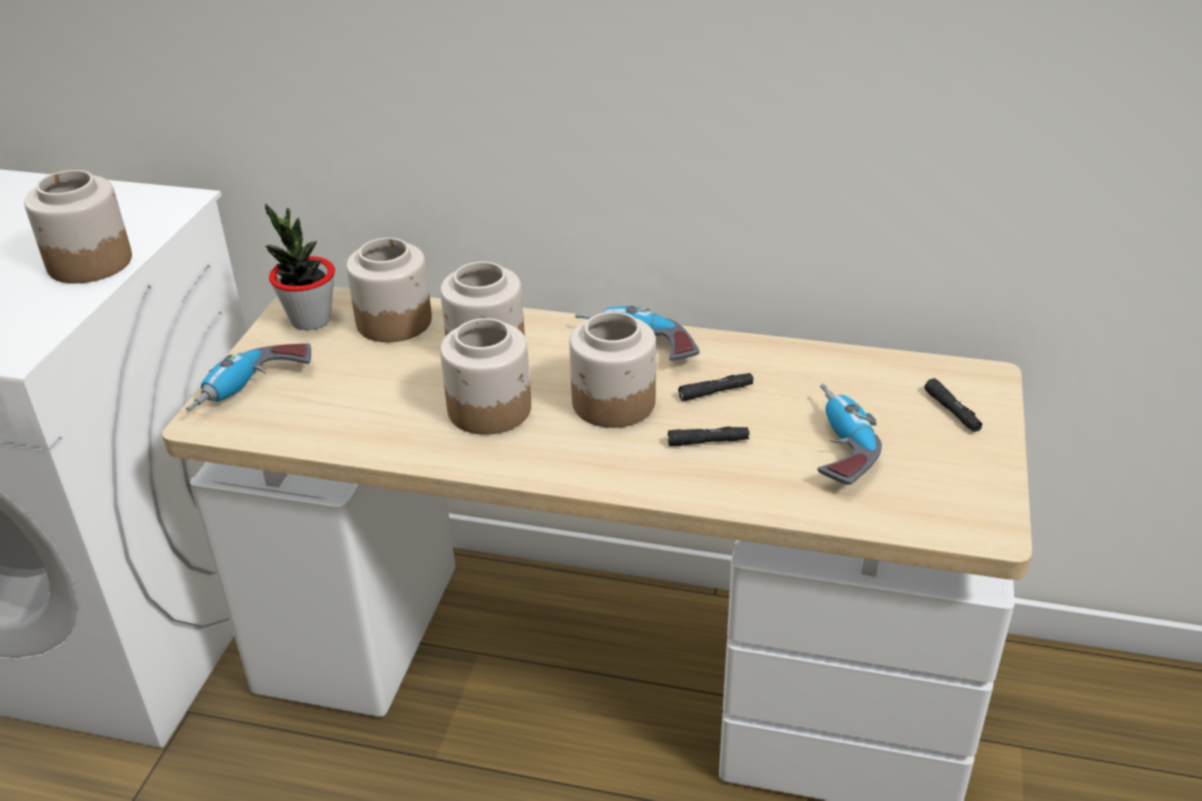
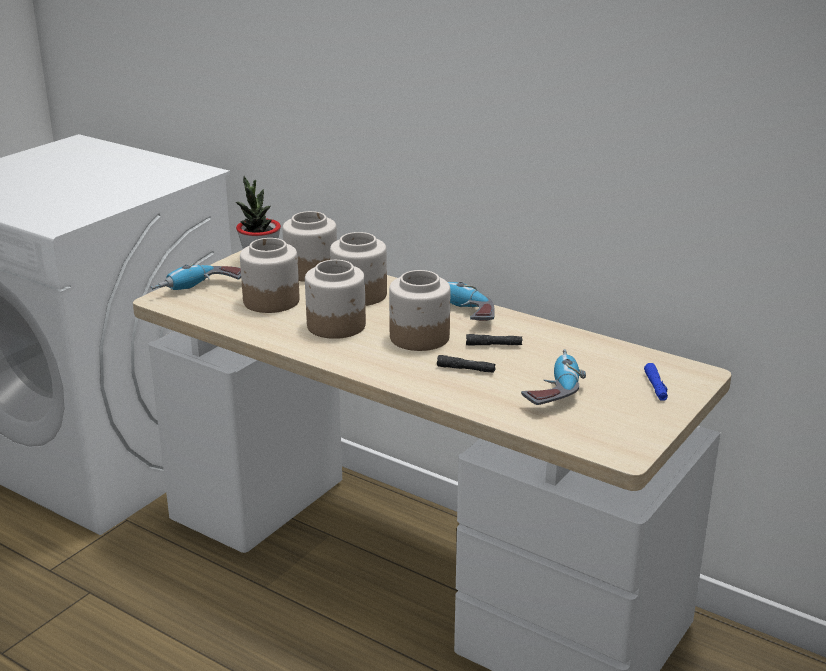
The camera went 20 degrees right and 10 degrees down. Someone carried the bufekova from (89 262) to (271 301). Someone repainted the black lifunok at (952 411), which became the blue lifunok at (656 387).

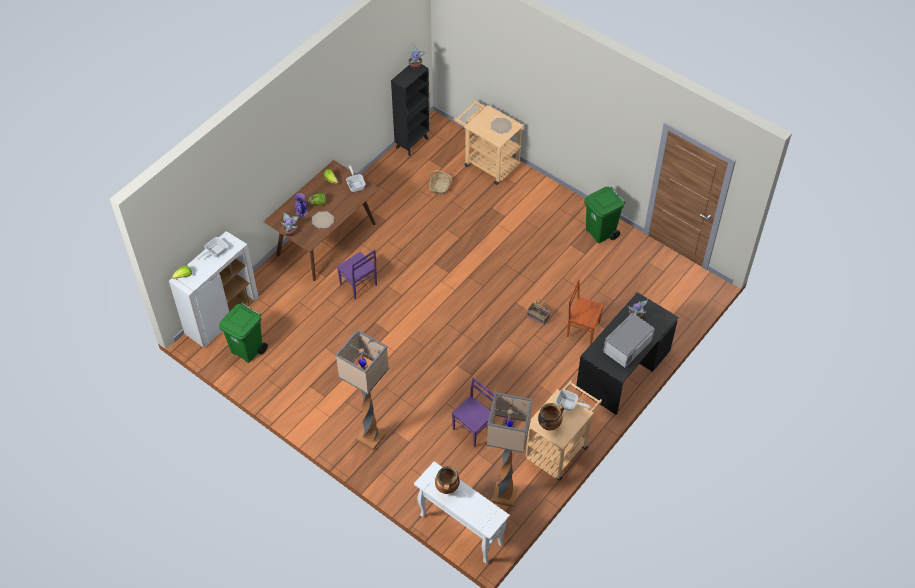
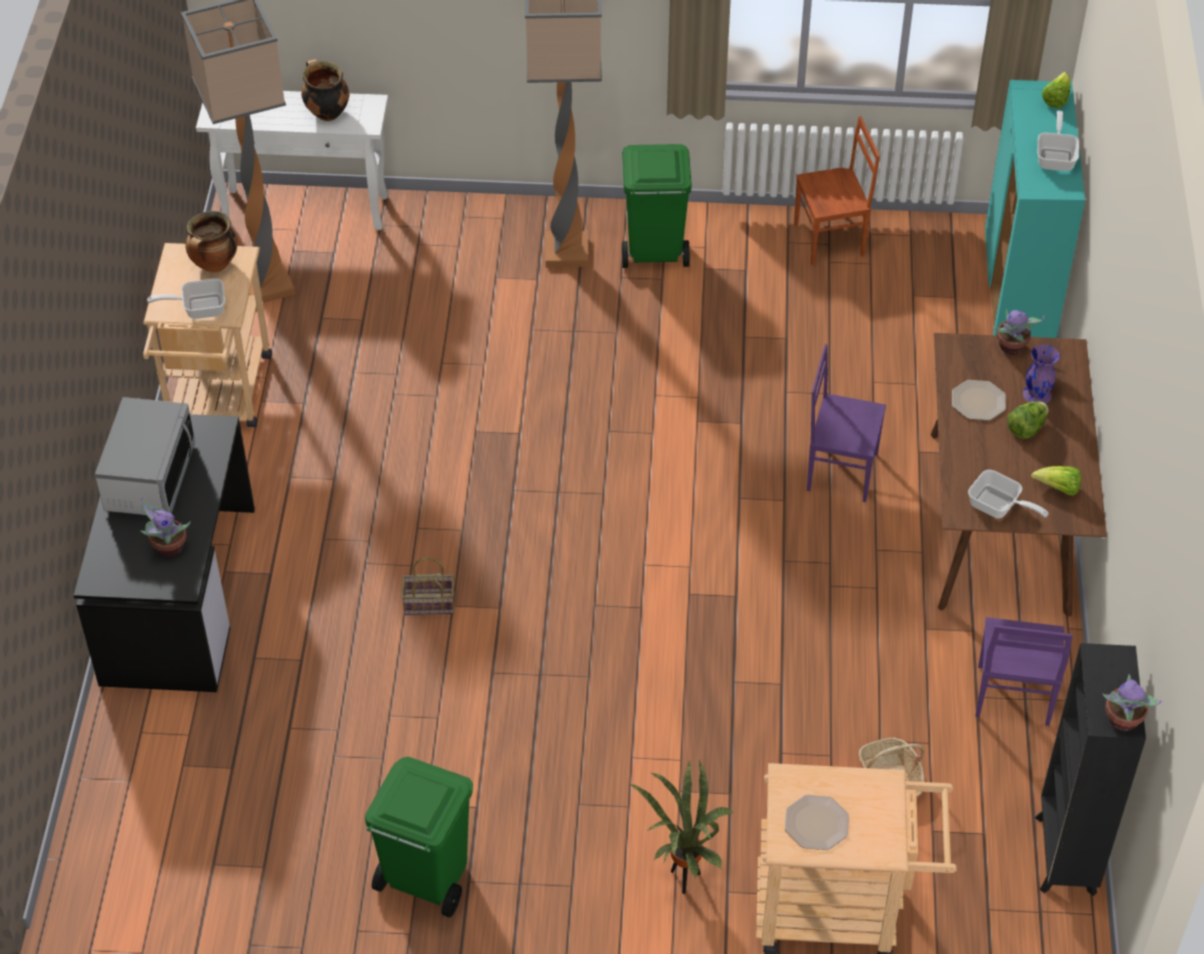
The camera went 145 degrees right and 5 degrees down. Someone carried the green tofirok from (247 350) to (653 252). Someone put down the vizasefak at (683 880). Someone carried the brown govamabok from (583 328) to (830 240). Someone carried the purple govamabok from (473 429) to (1011 696). Someone repainted the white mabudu at (222 316), which became the turquoise mabudu at (1019 291).

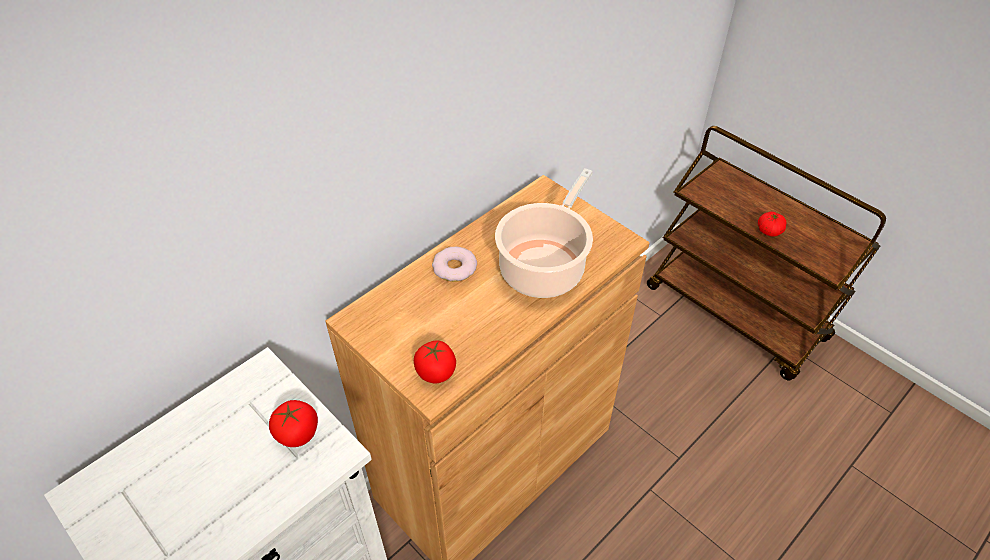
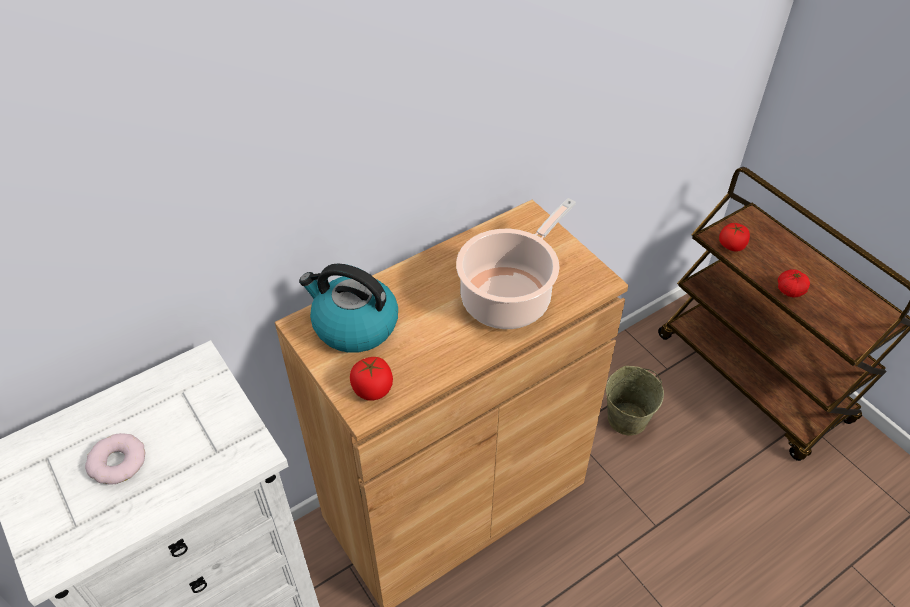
The camera went 10 degrees right and 0 degrees up. Someone carried the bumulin from (454 268) to (117 463). Someone put down the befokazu at (354 325). Someone put down the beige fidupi at (627 418). Someone carried the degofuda from (297 433) to (731 245).

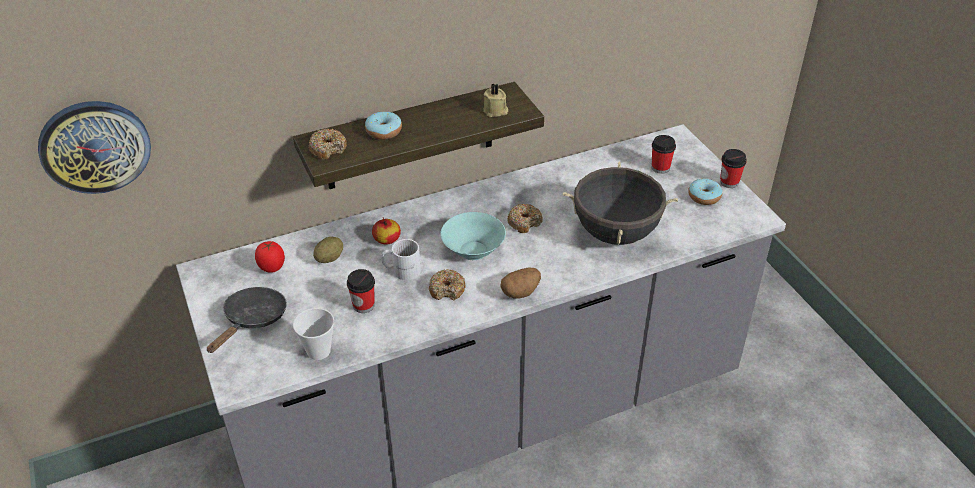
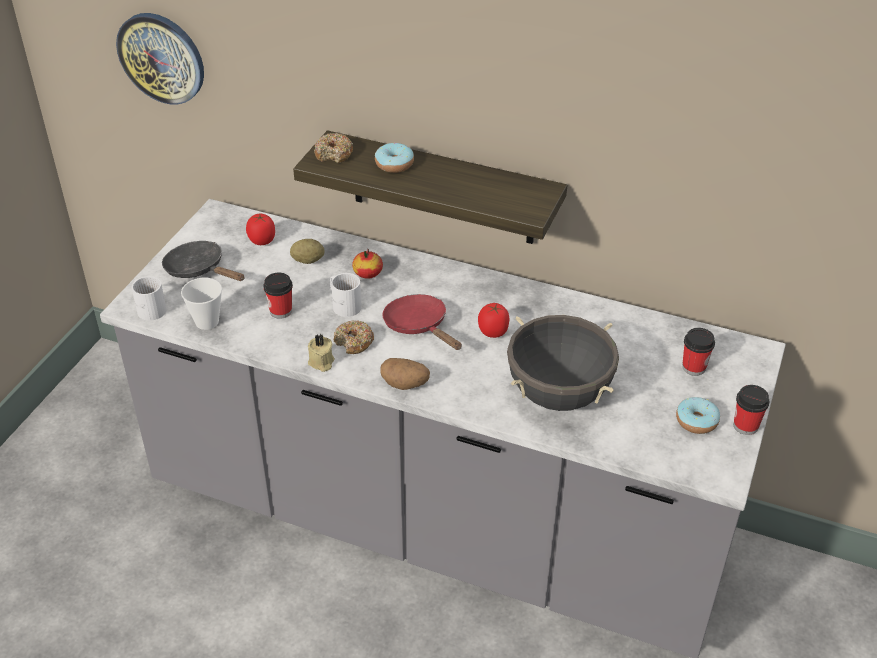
The camera went 45 degrees right and 0 degrees up. Someone put down the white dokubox at (150 307). Someone rotated the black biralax at (252 320) by 120 degrees counterclockwise. Someone carried the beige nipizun from (495 111) to (321 363). Someone swapped the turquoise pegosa at (473 250) for the red biralax at (419 326). Someone swapped the bumulin at (524 222) for the degofuda at (493 332).

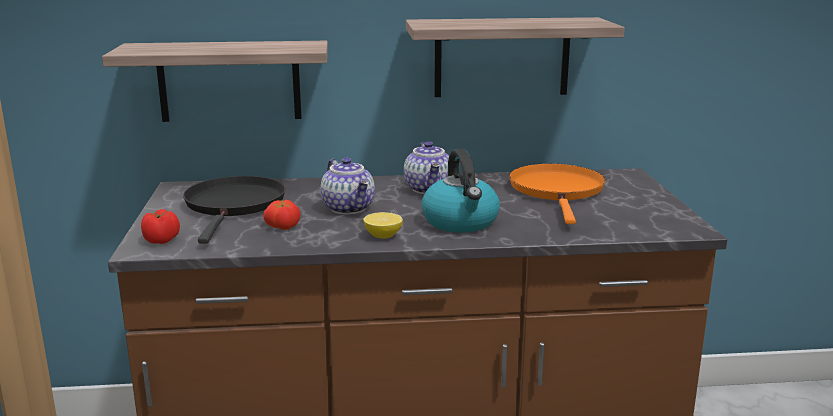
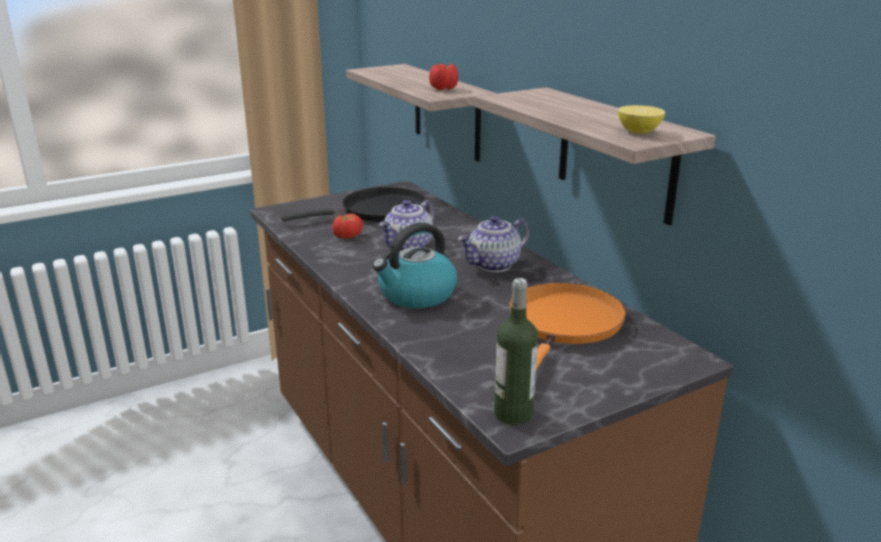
The camera went 65 degrees right and 5 degrees up. Someone carried the degofuda from (162 240) to (444 89). Someone put down the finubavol at (513 414). Someone rotated the orange biralax at (557 191) by 45 degrees counterclockwise. Someone carried the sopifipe from (383 236) to (639 132).

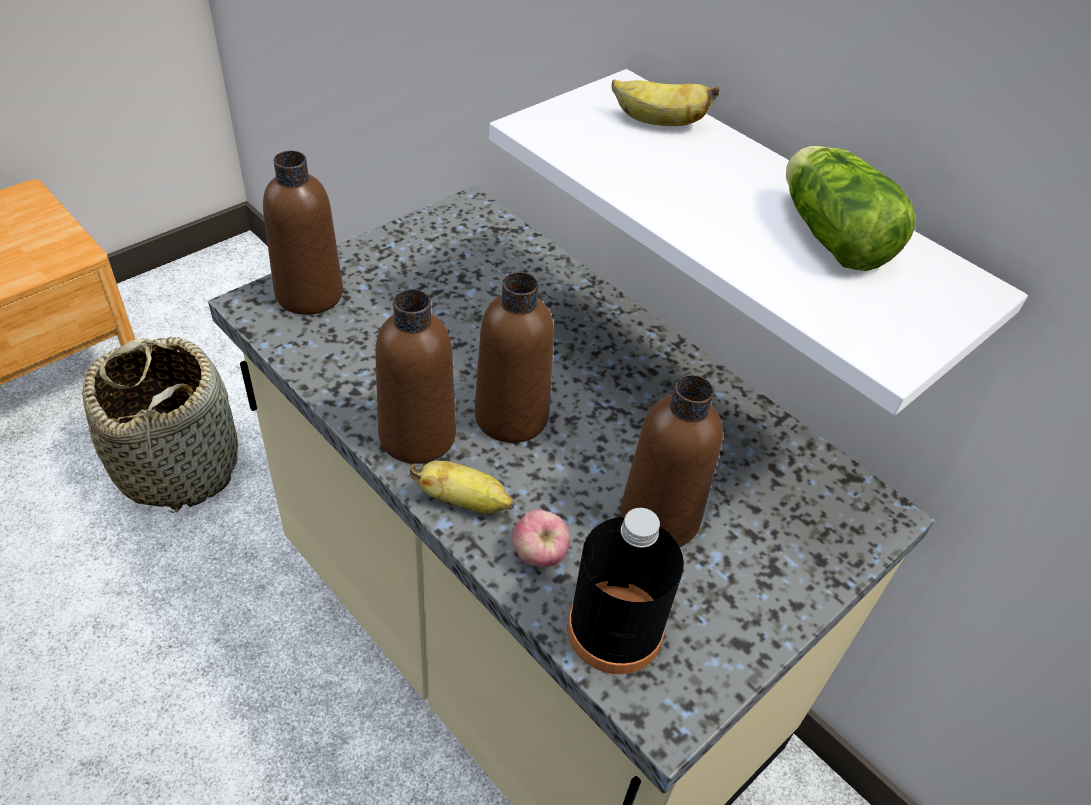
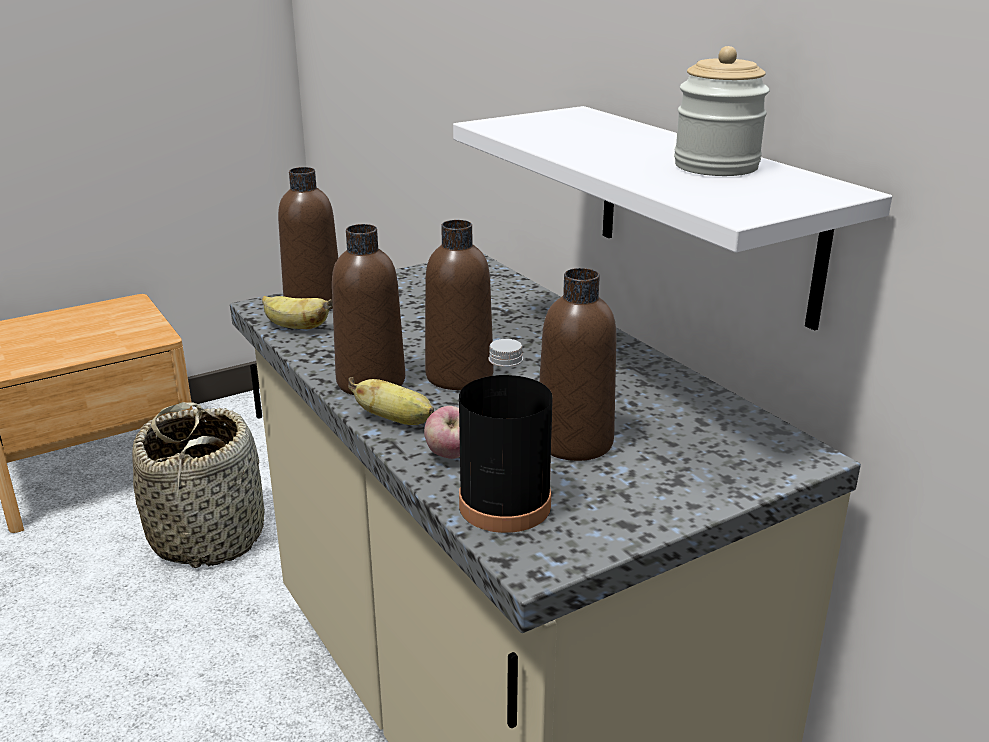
The camera went 15 degrees right and 20 degrees down. Someone carried the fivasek from (657 122) to (295 327). Someone swapped the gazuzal at (829 234) for the bufekova at (716 166).

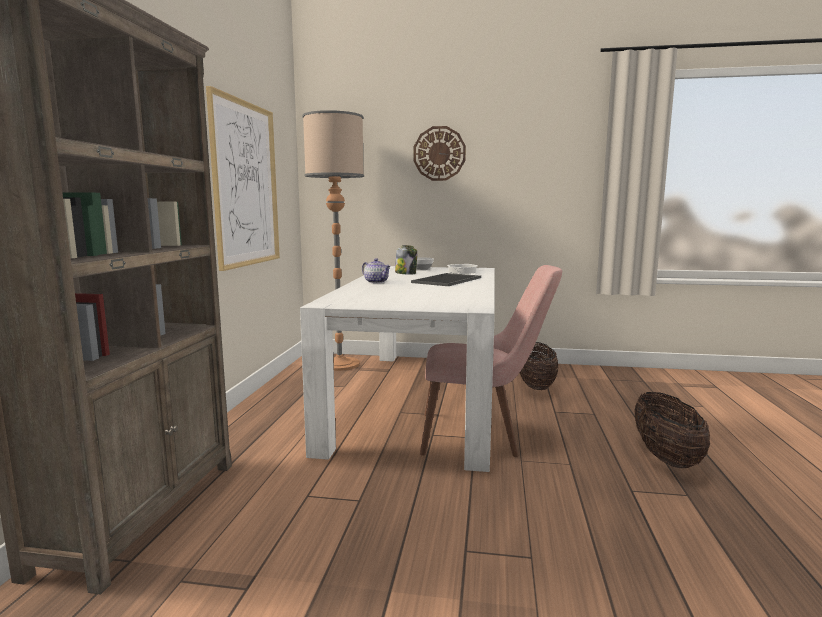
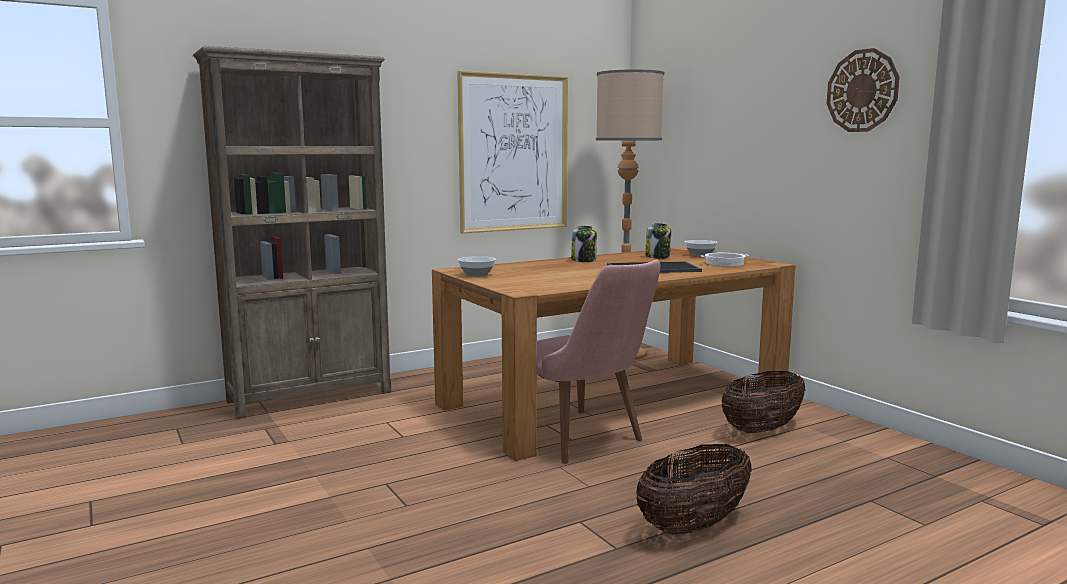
The camera went 50 degrees right and 0 degrees up. Someone repainted the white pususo at (421 398), which became the brown pususo at (614 399). Someone put down the pegosa at (476 275). Someone swapped the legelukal at (376 282) for the bufekova at (584 260). Someone carried the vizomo from (439 153) to (862 91).

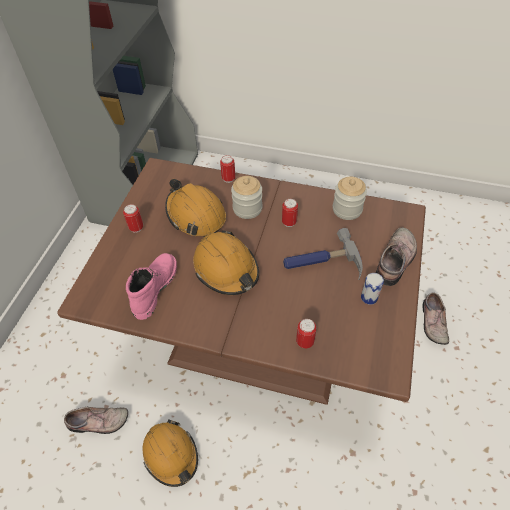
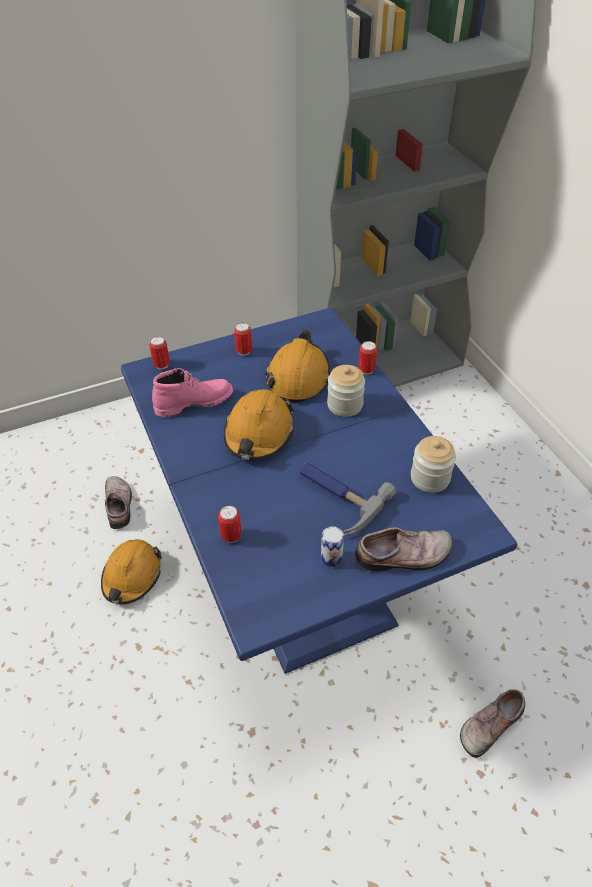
The camera went 50 degrees right and 5 degrees down. Someone rotated the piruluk at (98 423) by 150 degrees counterclockwise. Someone repainted the brown pususo at (257 343), which became the blue pususo at (297 567). Someone carried the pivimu from (289 222) to (162 365).

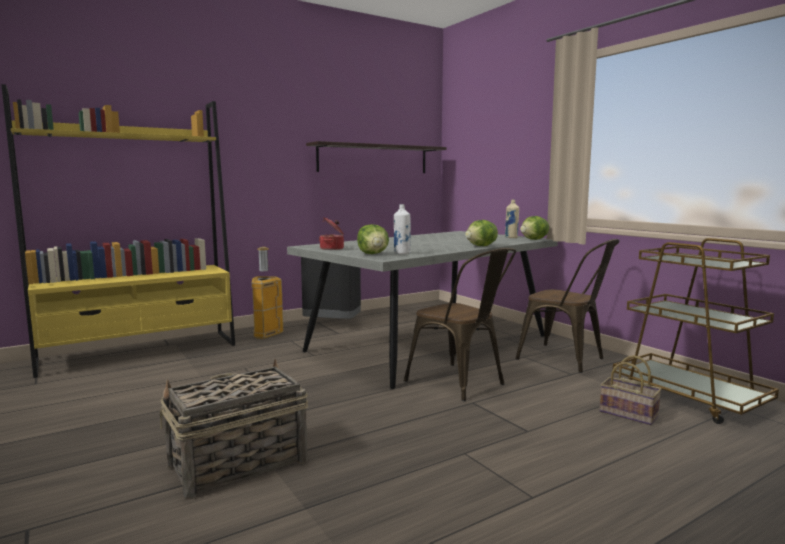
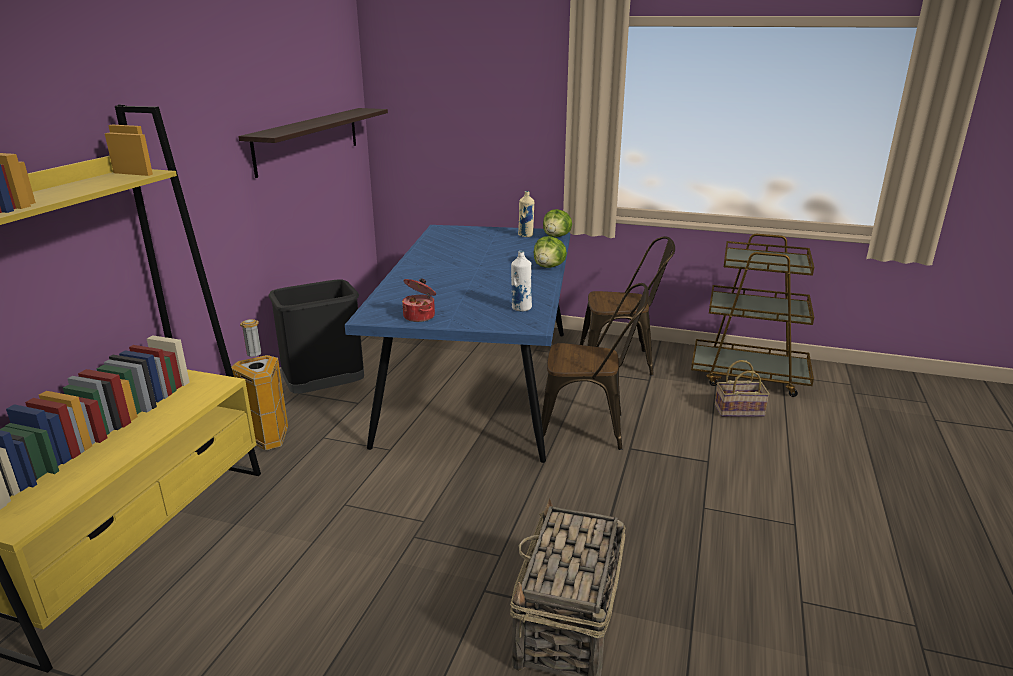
The camera went 40 degrees left and 15 degrees up. Someone repainted the grey pususo at (429 343), which became the blue pususo at (480 384). Someone took away the gazuzal at (373 254).

